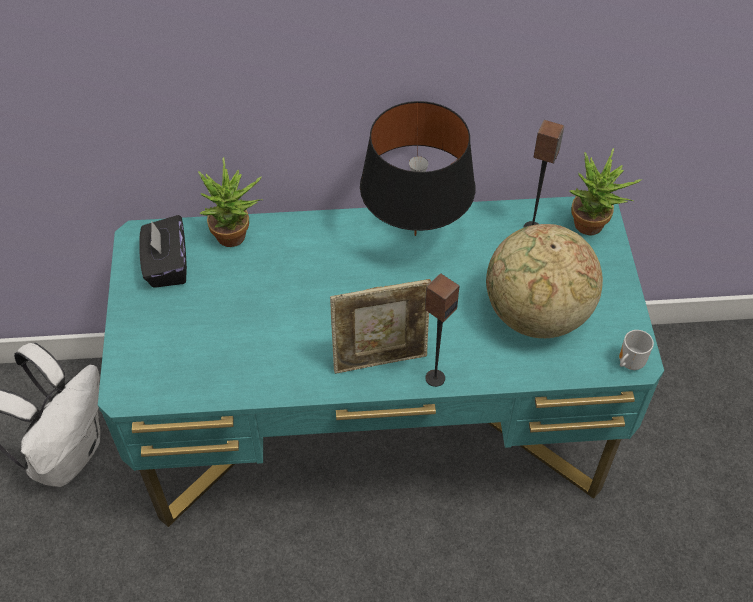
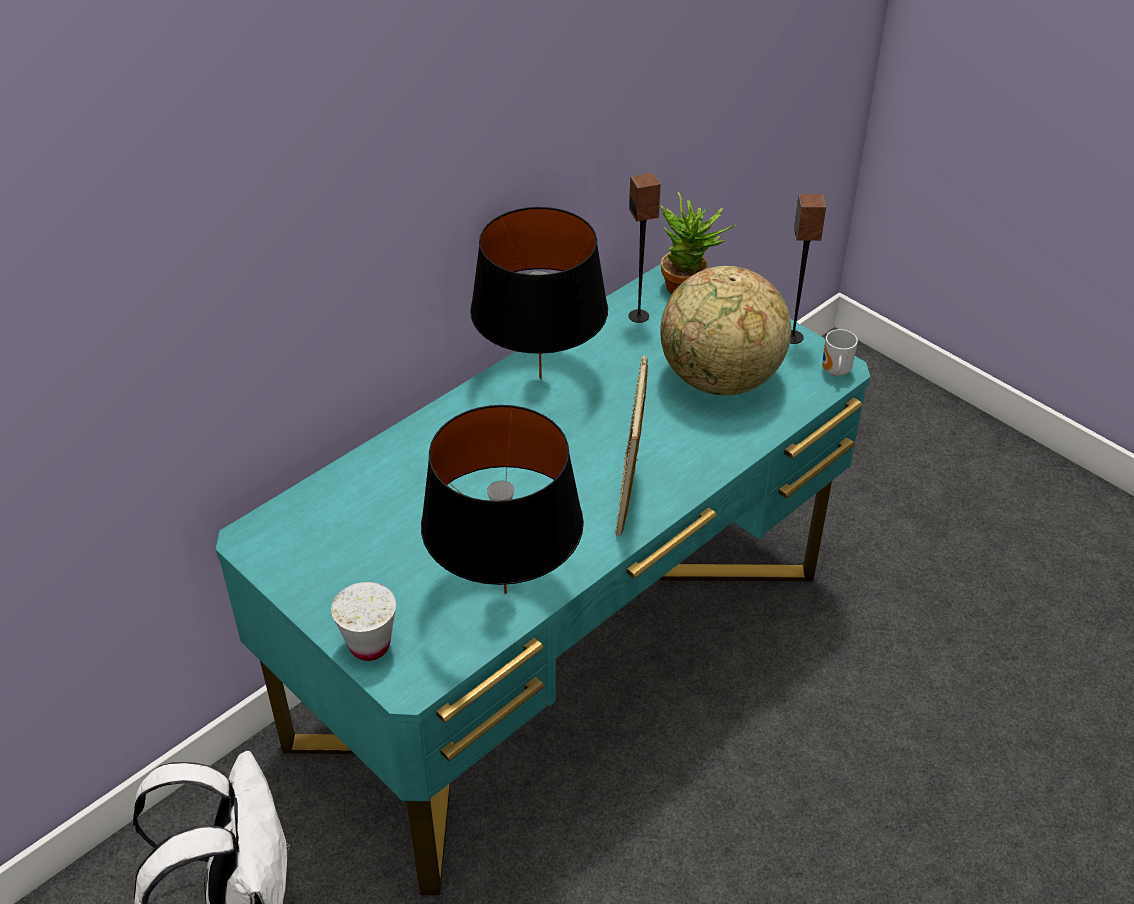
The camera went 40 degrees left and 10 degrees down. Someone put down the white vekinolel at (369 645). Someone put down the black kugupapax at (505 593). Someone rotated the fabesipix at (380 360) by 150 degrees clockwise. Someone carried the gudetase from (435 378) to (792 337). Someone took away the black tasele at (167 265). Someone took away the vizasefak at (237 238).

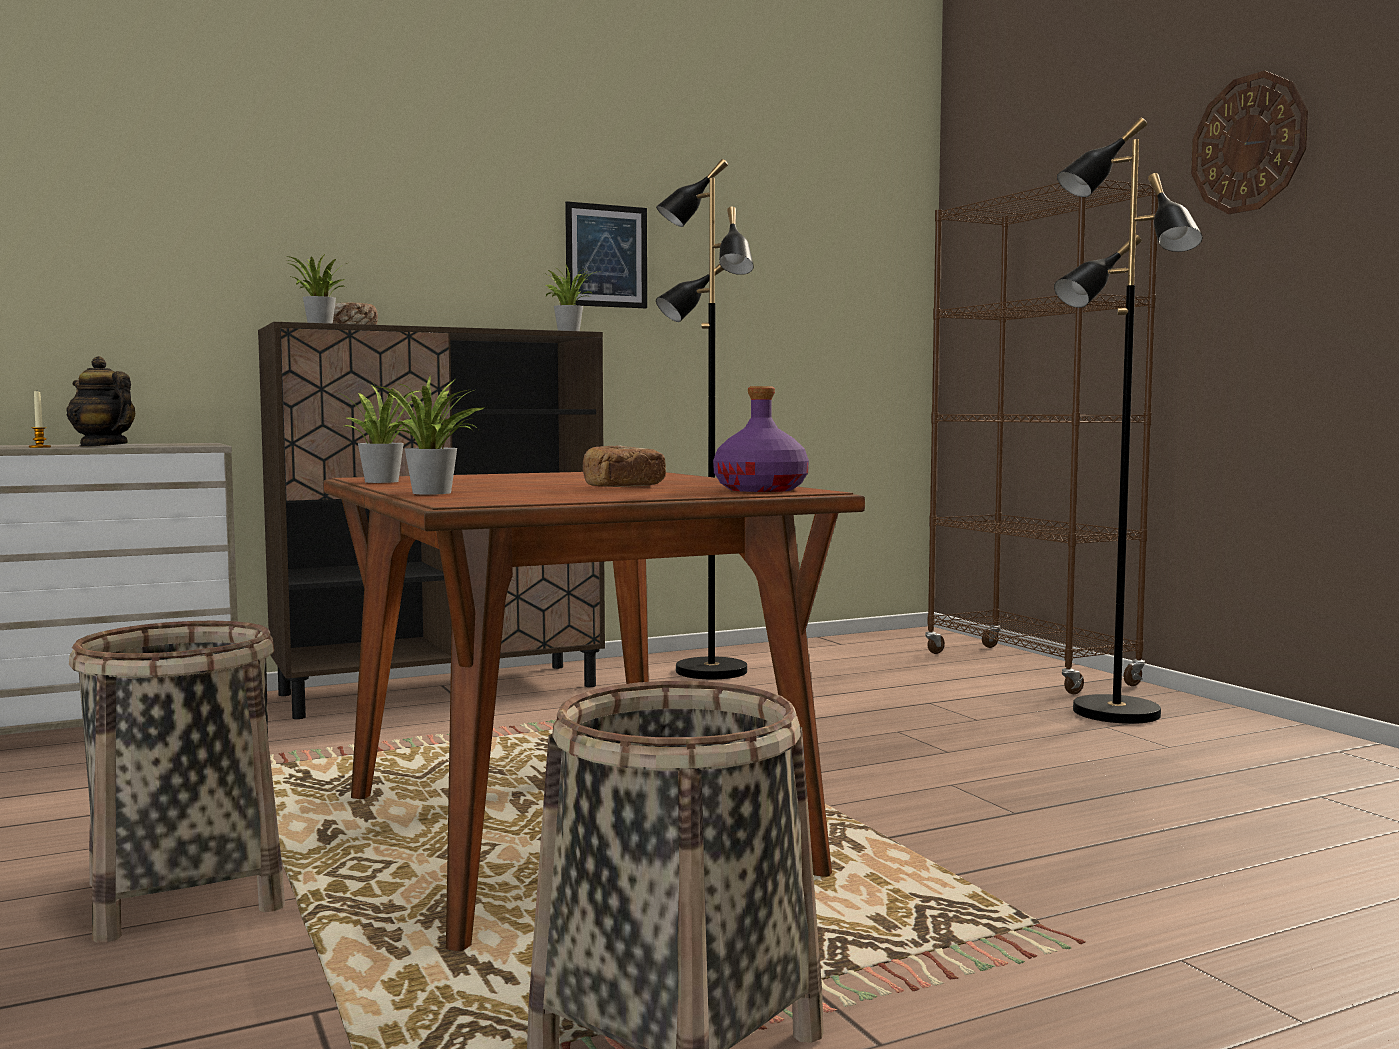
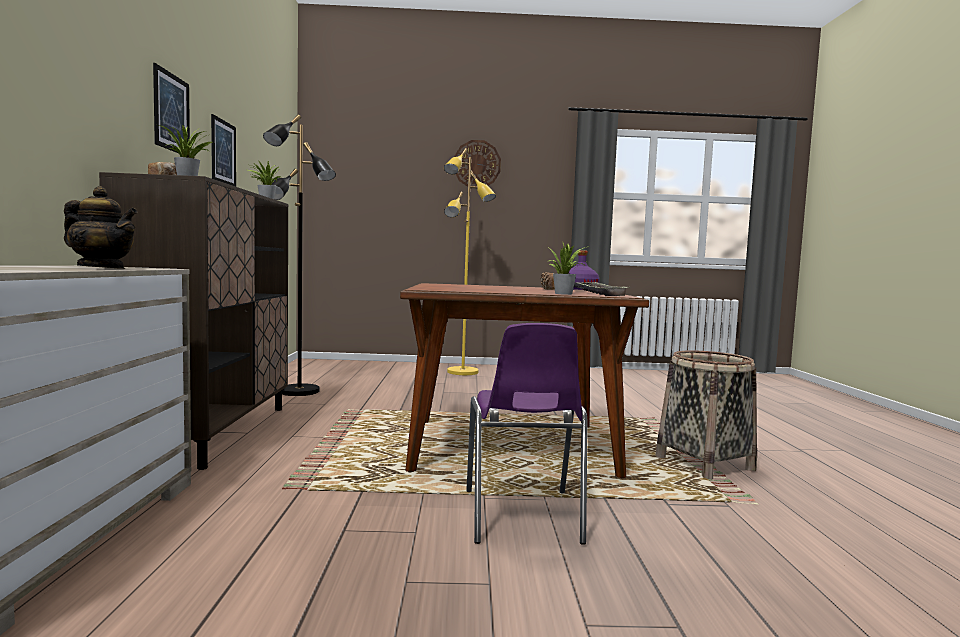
The camera went 65 degrees left and 0 degrees up. Someone rotated the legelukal at (102 446) by 135 degrees counterclockwise. Someone put up the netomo at (171 112). Someone repainted the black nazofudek at (1114 713), which became the yellow nazofudek at (463 372). Someone swapped the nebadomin at (185 895) for the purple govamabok at (521 518). Someone put down the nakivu at (596 293). Someone took away the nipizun at (39 447). Someone took away the vizasefak at (384 481). Someone took away the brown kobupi at (1028 669).

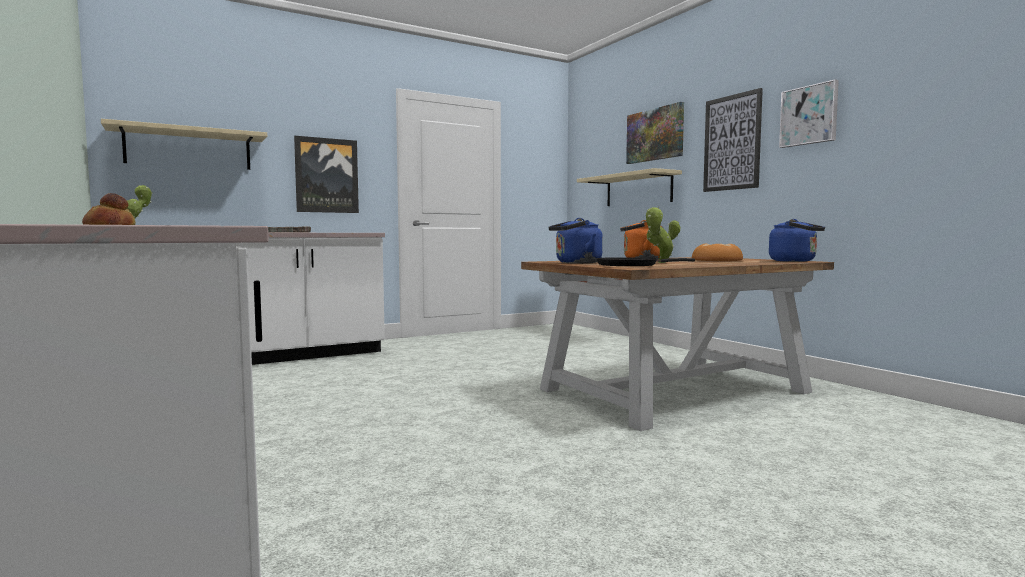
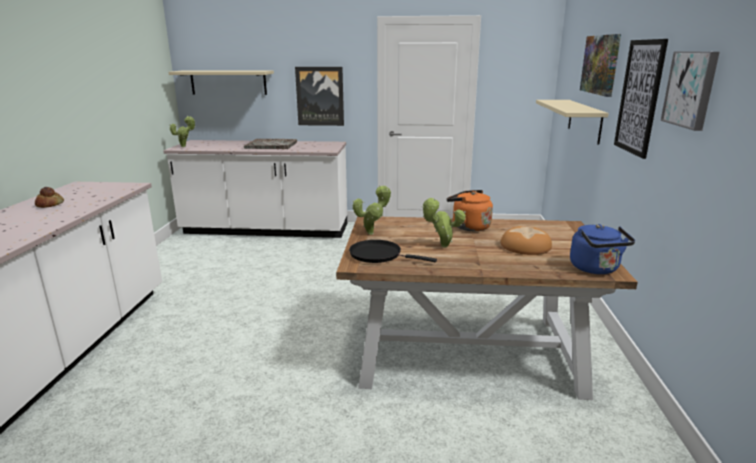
The camera went 35 degrees right and 15 degrees up. Someone swapped the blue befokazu at (576 263) for the vizasefak at (372 233).

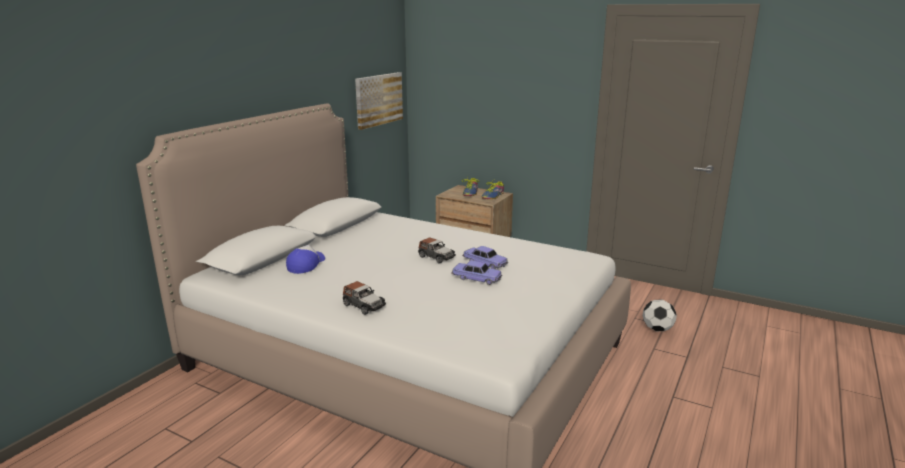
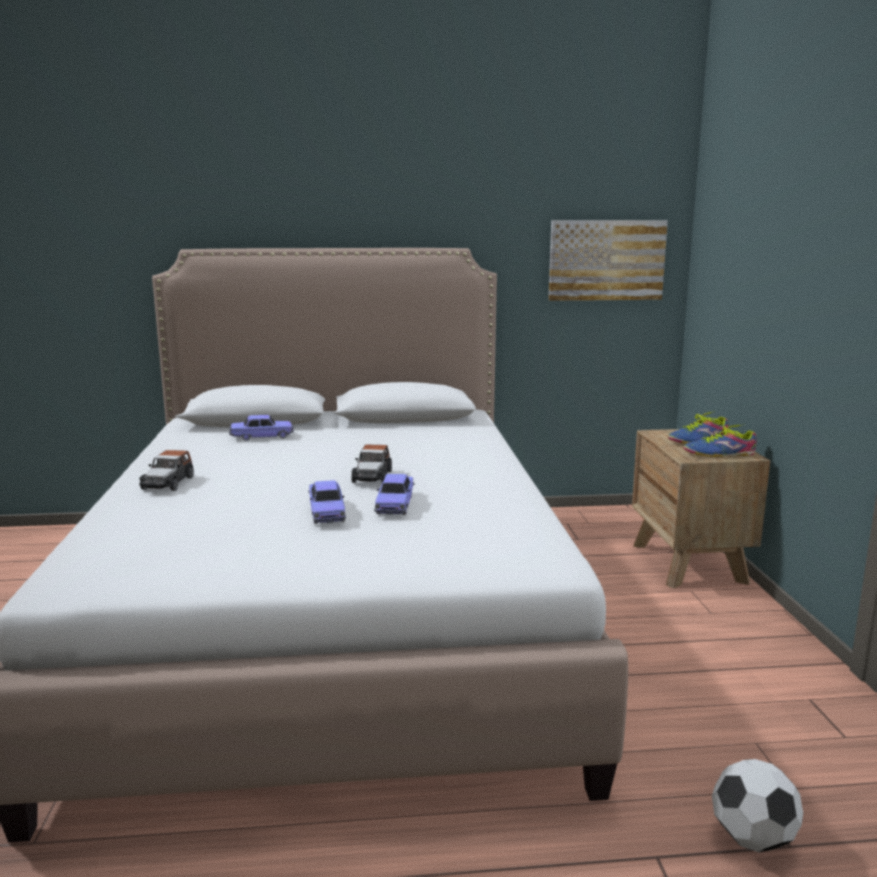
The camera went 55 degrees right and 5 degrees down. Someone swapped the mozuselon at (306 264) for the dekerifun at (261 437).

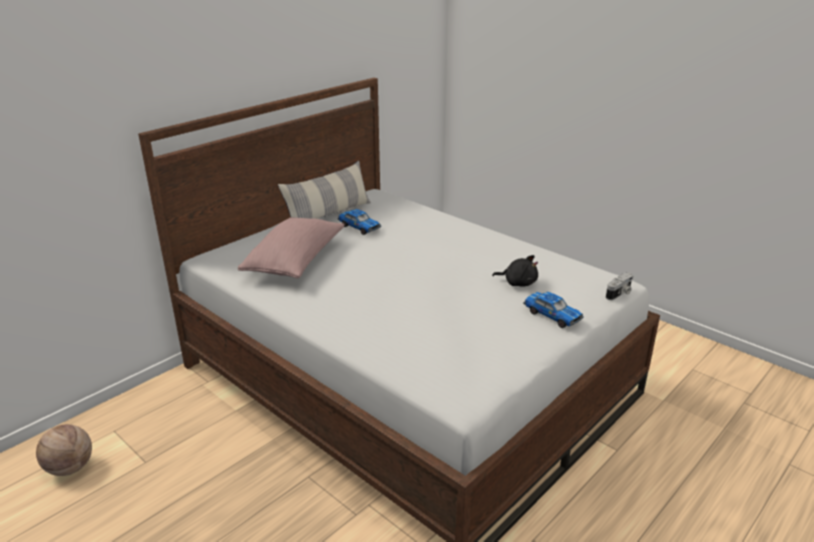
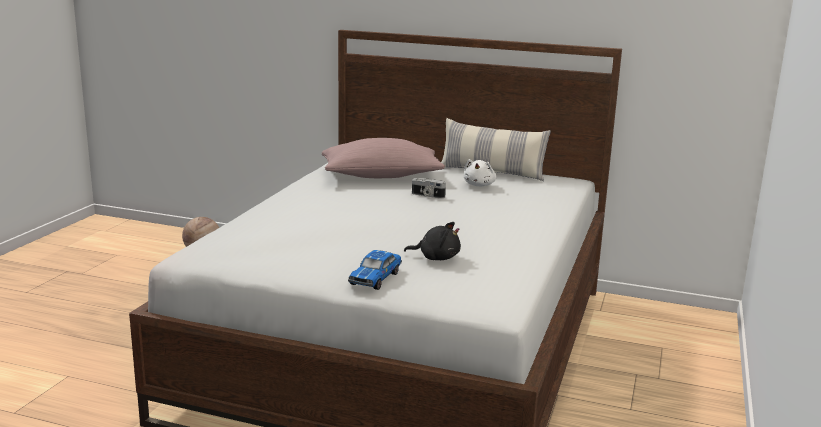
The camera went 65 degrees right and 10 degrees down. Someone rotated the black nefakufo at (518 283) by 75 degrees counterclockwise. Someone carried the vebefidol from (619 294) to (427 195). Someone swapped the dekerifun at (359 227) for the white nefakufo at (479 185).

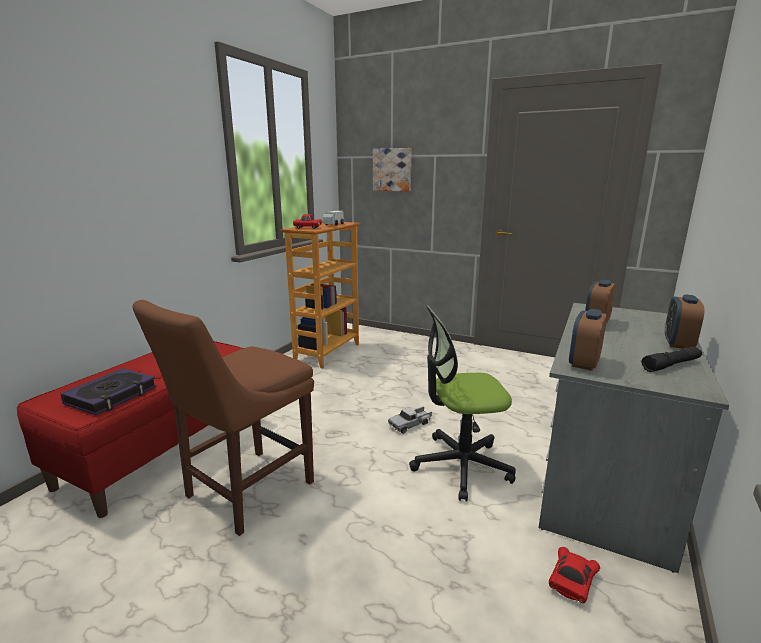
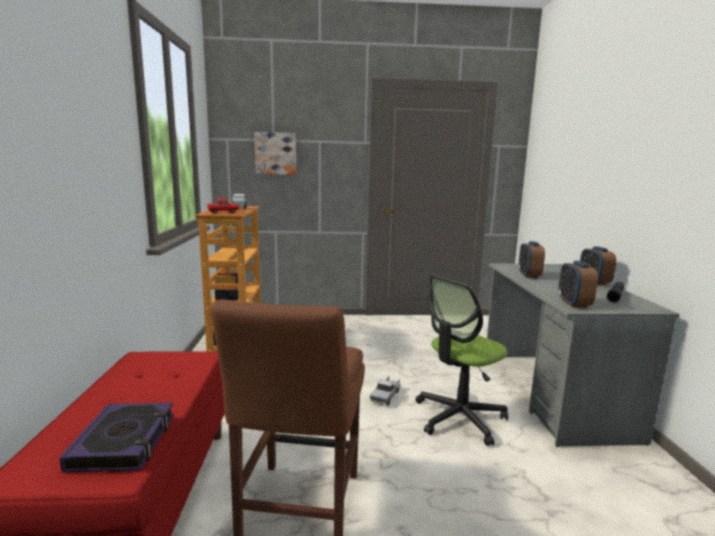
The camera went 30 degrees left and 5 degrees down. Someone took away the red dekerifun at (571 582).

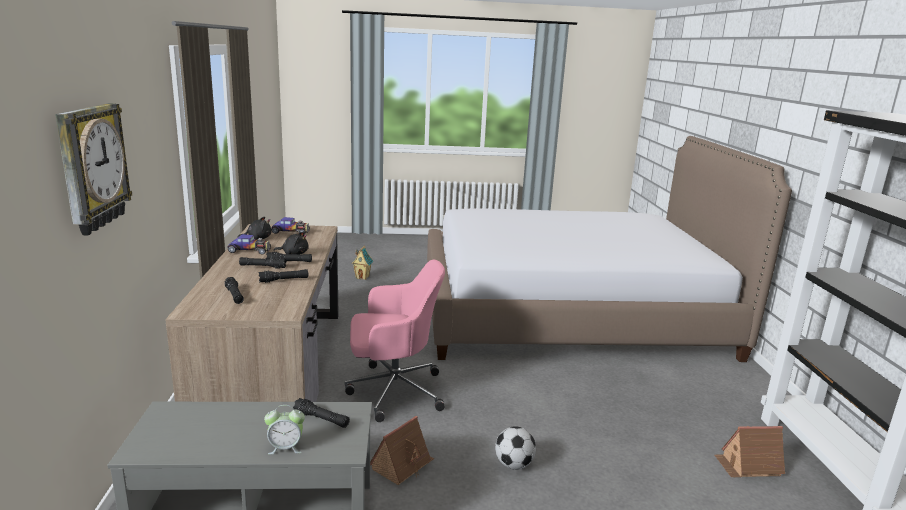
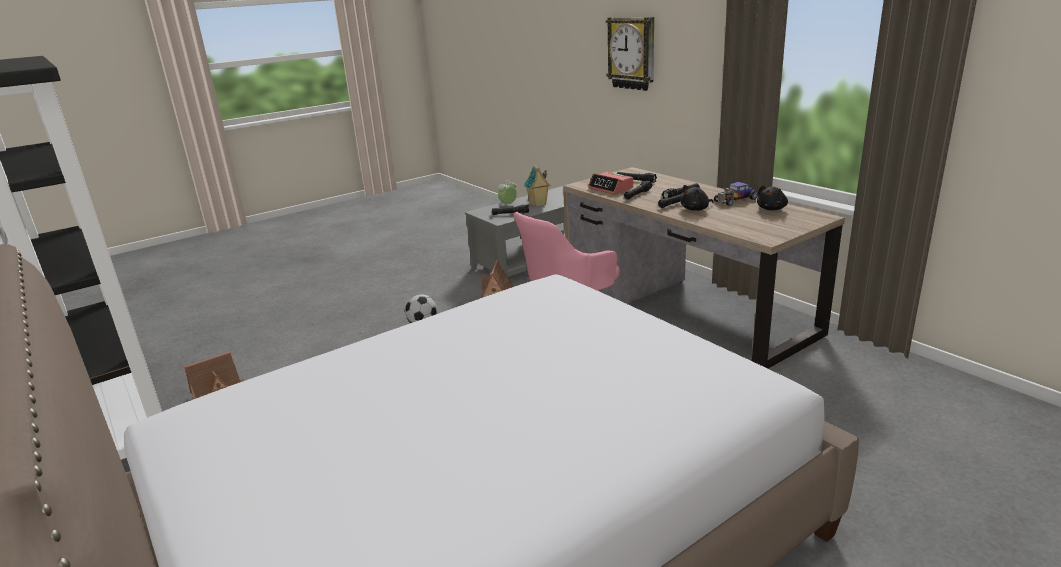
The camera went 150 degrees right and 5 degrees up. Someone carried the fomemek from (362 277) to (538 204). Someone put down the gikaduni at (611 188). Someone took away the dekerifun at (291 232).

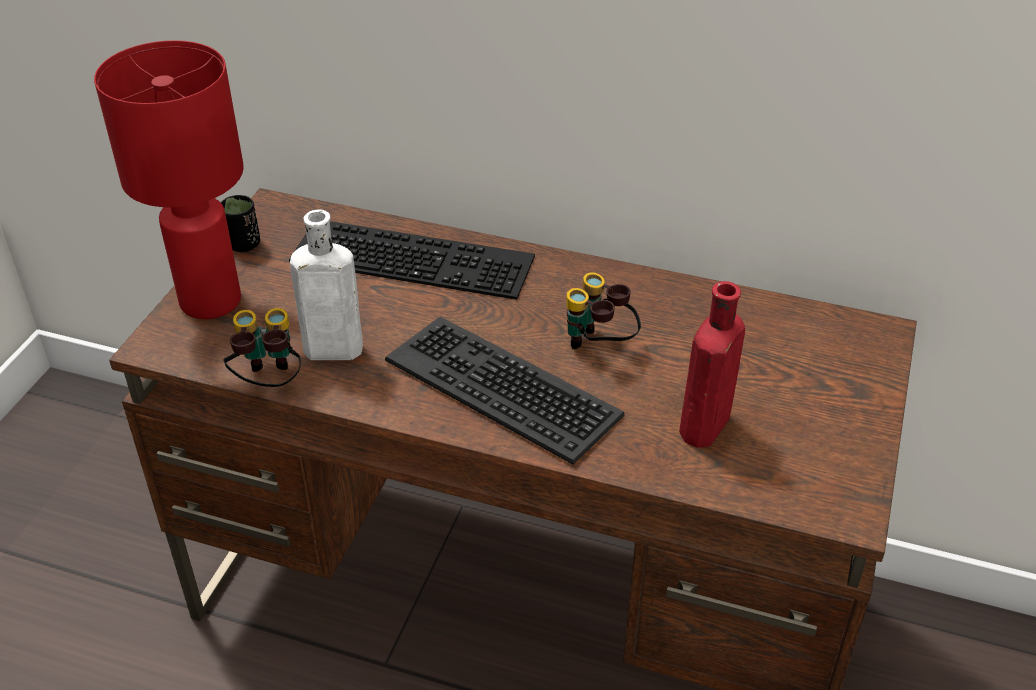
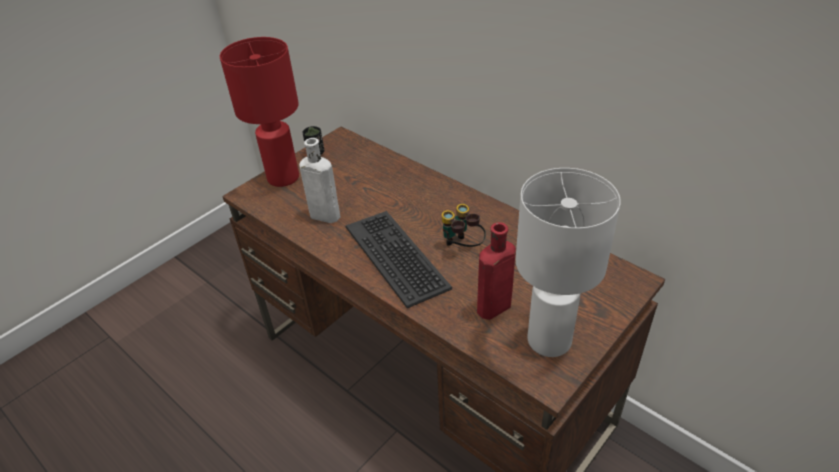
The camera went 25 degrees right and 0 degrees up. Someone put down the white kugupapax at (548 341). Someone took away the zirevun at (268 382). Someone took away the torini at (416 256).

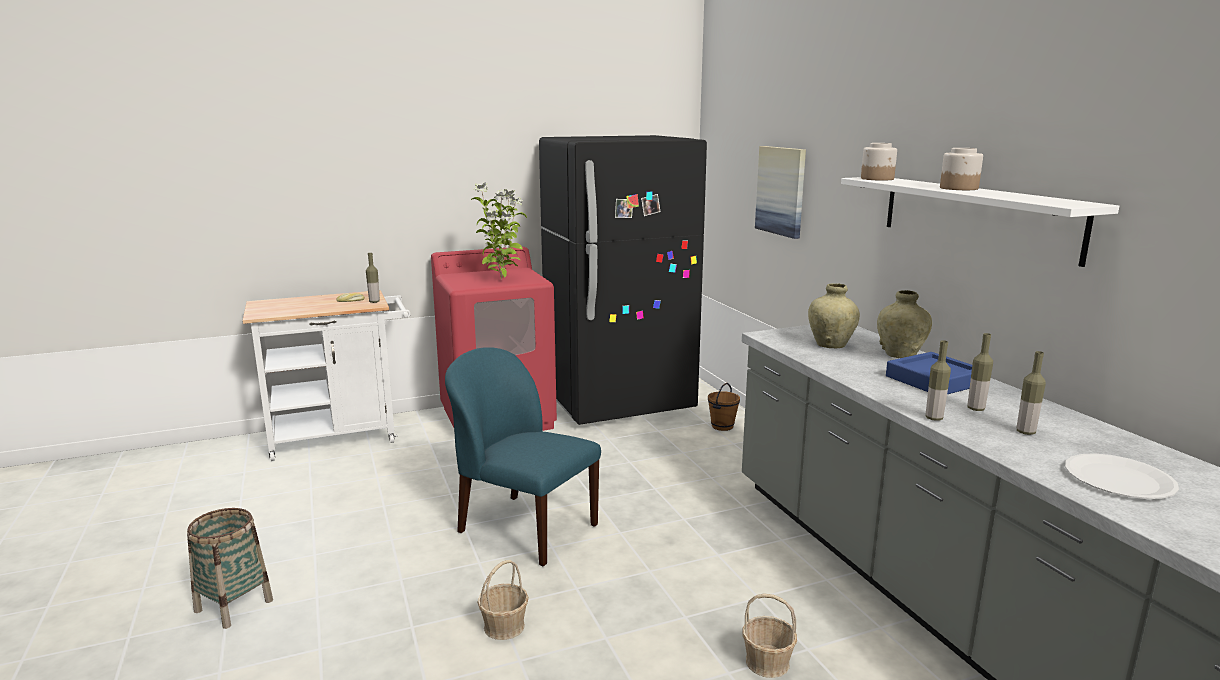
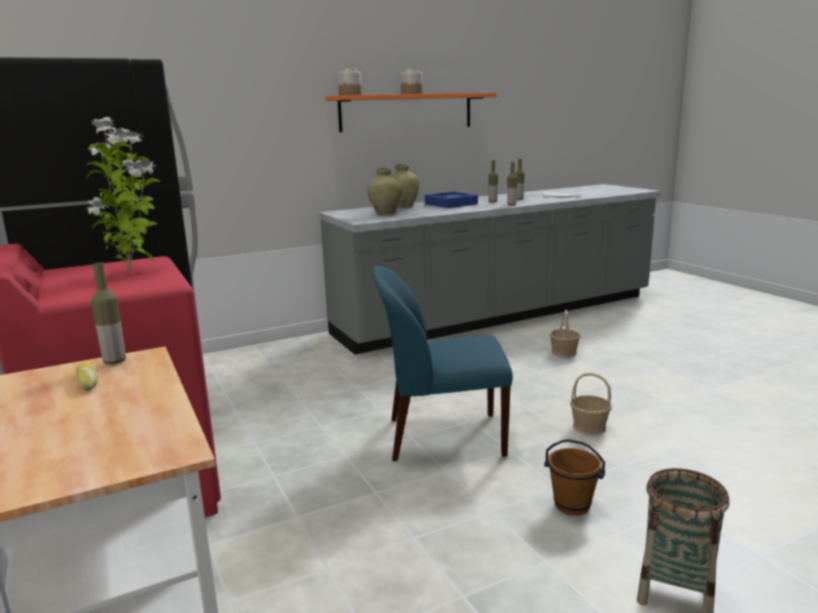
The camera went 95 degrees left and 0 degrees up. Someone repainted the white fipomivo at (976 216), which became the orange fipomivo at (407 112). Someone rotated the blue govamabok at (525 528) by 60 degrees clockwise. Someone carried the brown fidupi from (722 426) to (572 505). Someone took away the netomo at (781 191).

